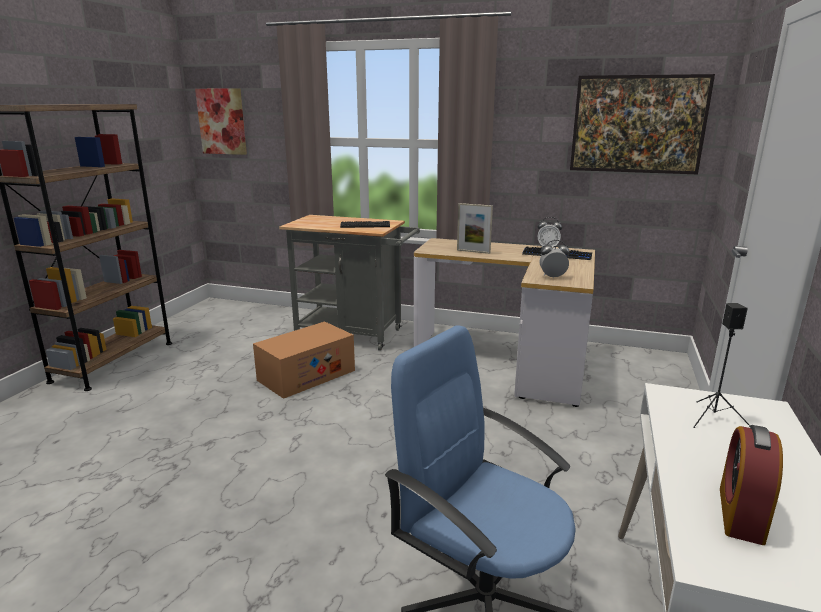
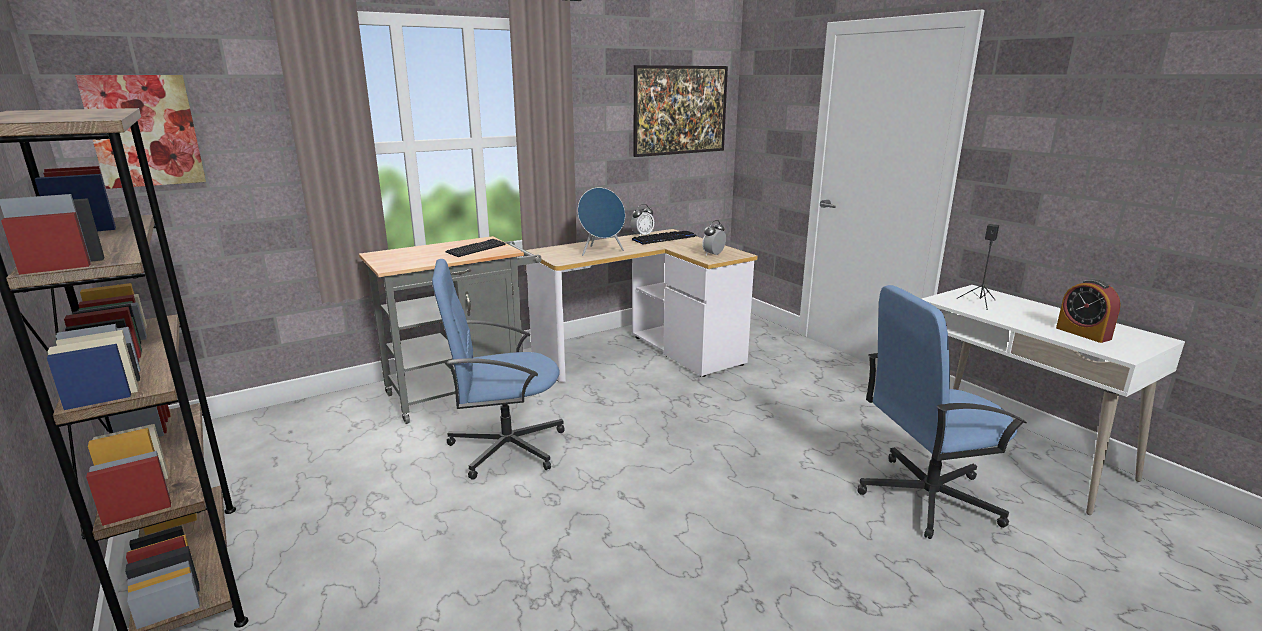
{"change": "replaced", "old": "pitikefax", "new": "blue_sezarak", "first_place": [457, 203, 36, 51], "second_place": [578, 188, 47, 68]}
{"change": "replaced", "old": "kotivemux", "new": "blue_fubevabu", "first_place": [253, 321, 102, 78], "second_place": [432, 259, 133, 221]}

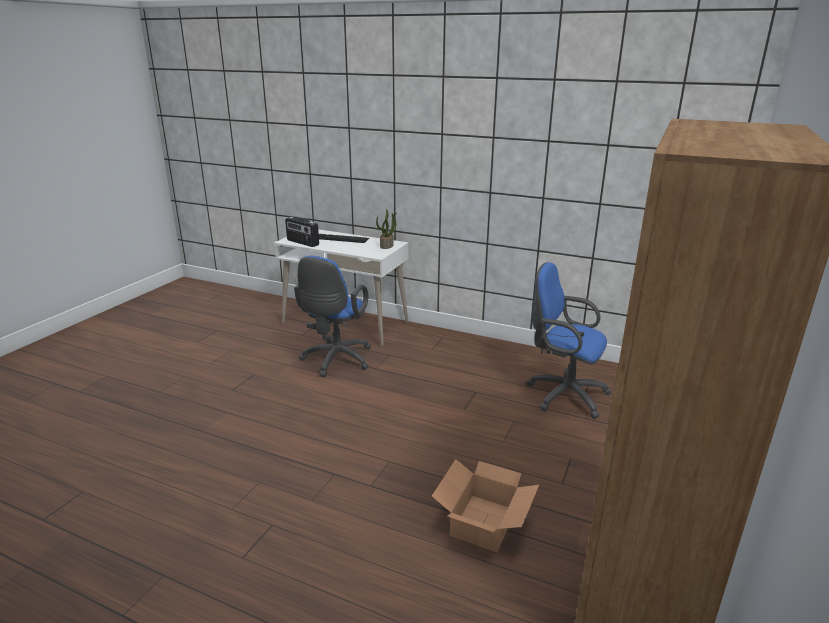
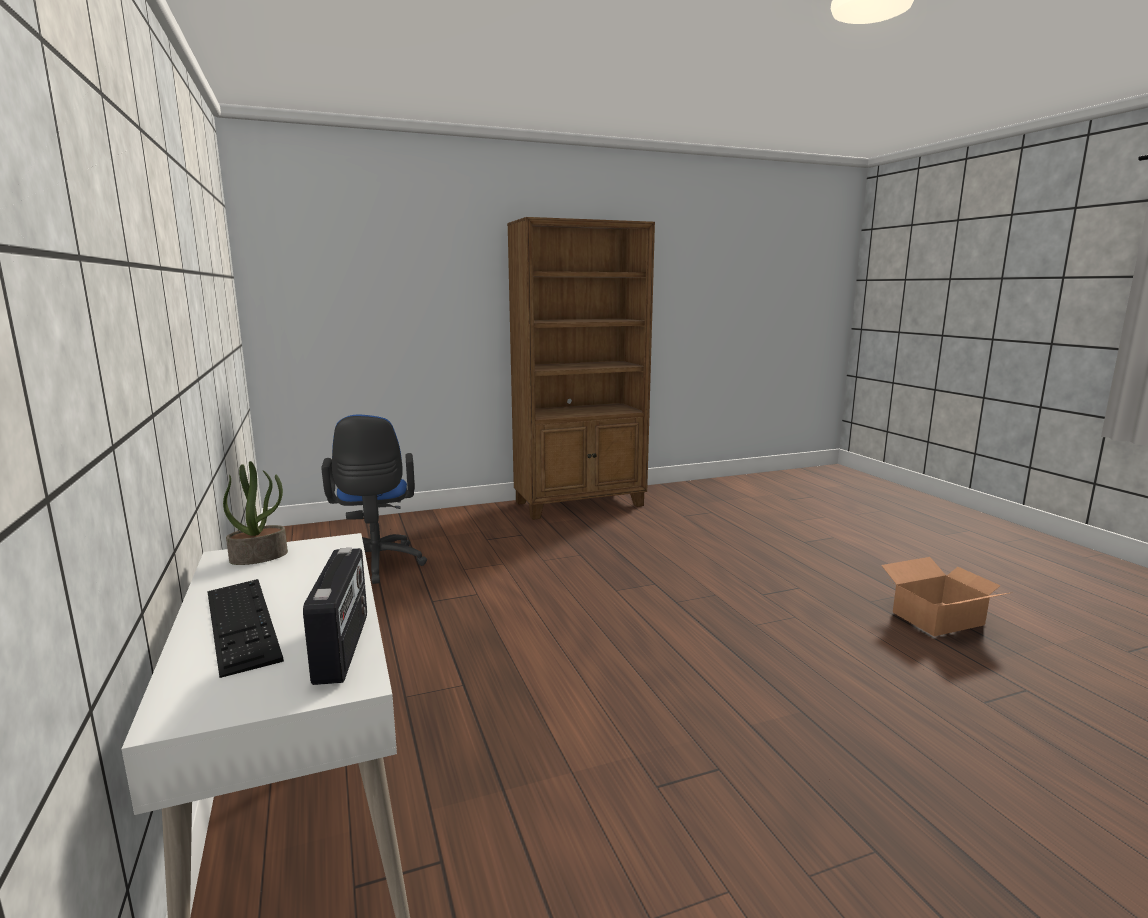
{"change": "removed", "old": "blue_fubevabu", "first_place": [294, 256, 77, 121]}
{"change": "moved", "old": "kotivemux", "first_place": [432, 459, 107, 93], "second_place": [881, 557, 128, 79]}

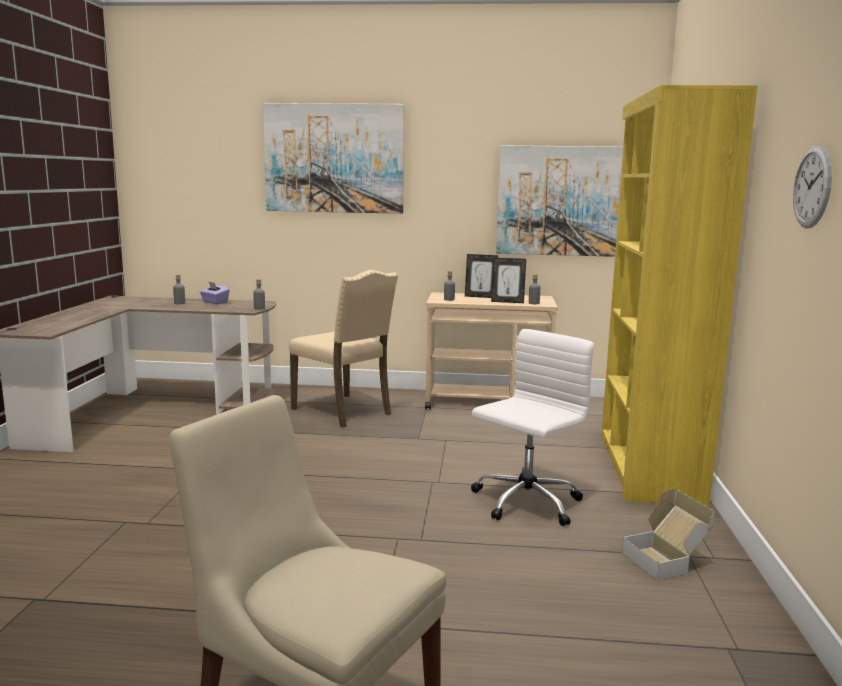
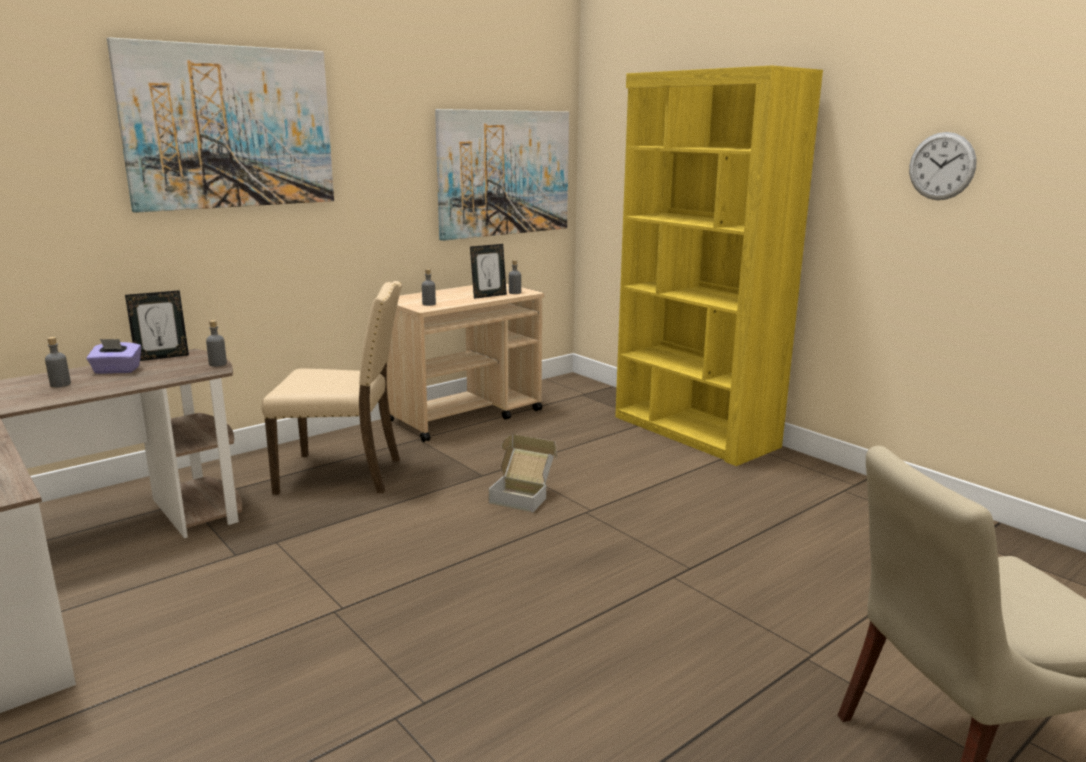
{"change": "moved", "old": "pitikefax", "first_place": [465, 254, 33, 44], "second_place": [125, 290, 64, 71]}
{"change": "removed", "old": "white_fubevabu", "first_place": [471, 329, 123, 197]}
{"change": "moved", "old": "kotivemux", "first_place": [622, 489, 93, 91], "second_place": [489, 434, 68, 78]}

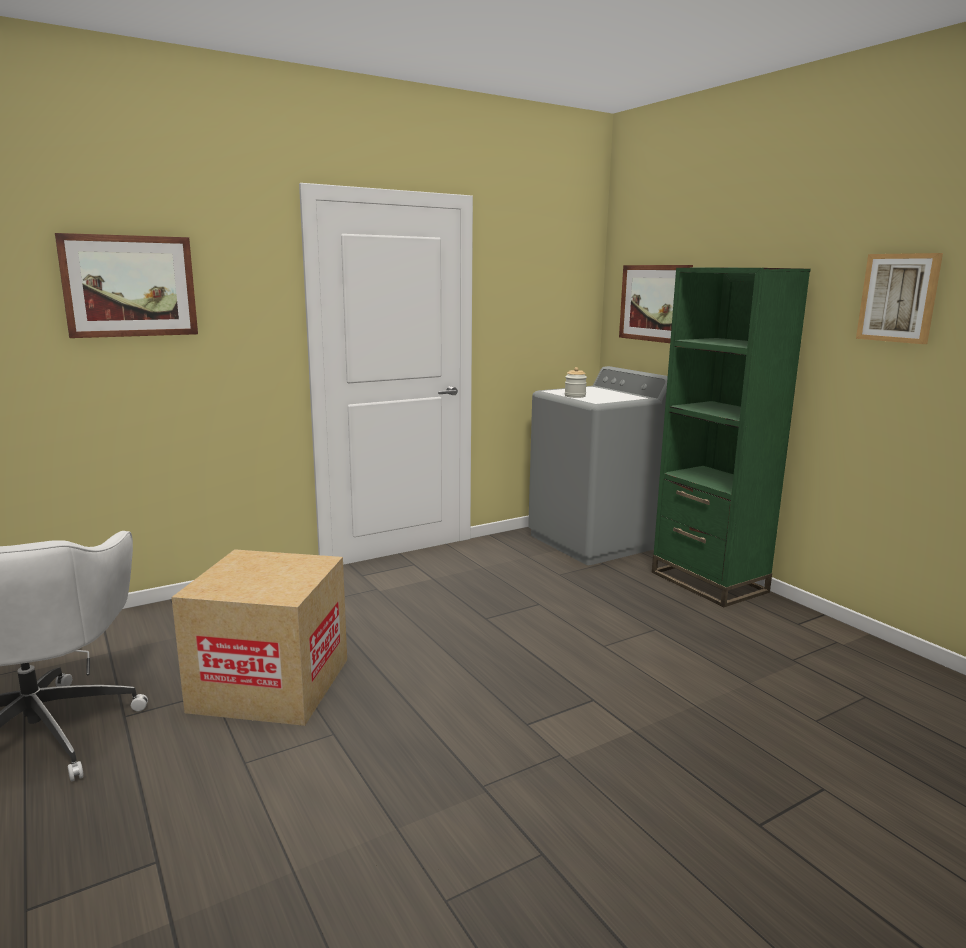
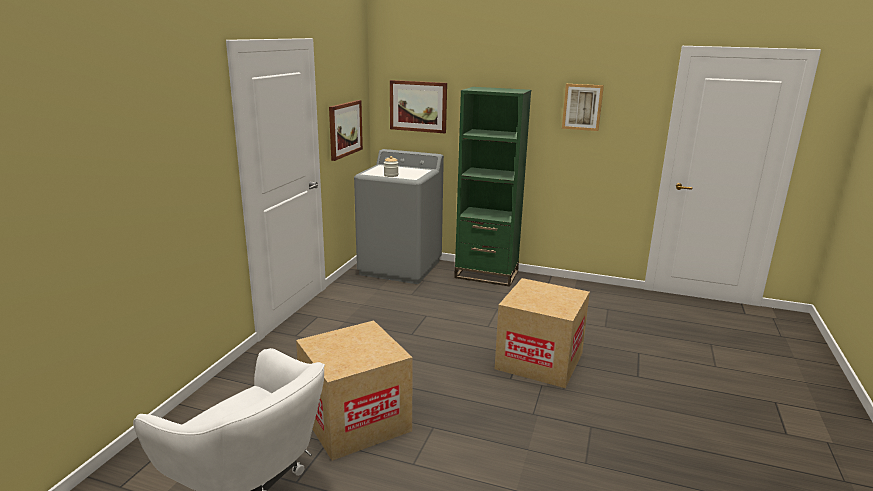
{"change": "moved", "old": "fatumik", "first_place": [55, 233, 143, 105], "second_place": [329, 100, 34, 61]}
{"change": "added", "new": "kotivemux", "second_place": [495, 278, 95, 110]}

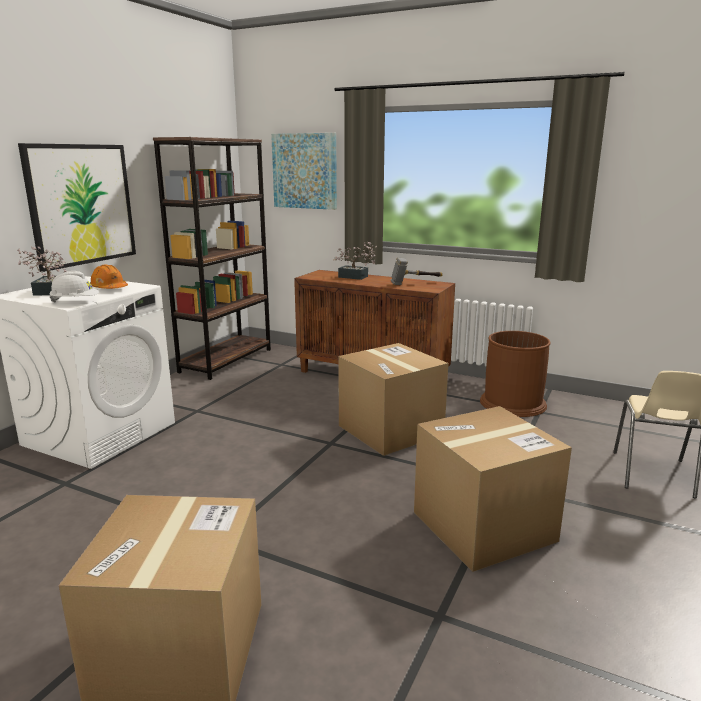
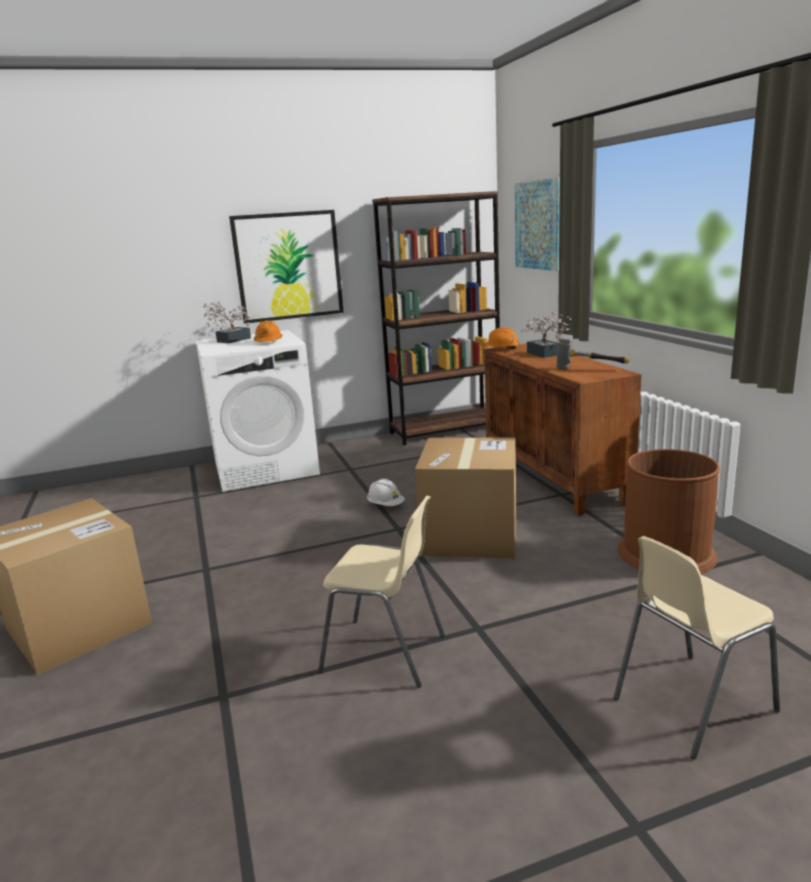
{"change": "moved", "old": "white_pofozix", "first_place": [49, 271, 50, 32], "second_place": [367, 479, 38, 27]}
{"change": "replaced", "old": "kotivemux", "new": "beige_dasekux", "first_place": [414, 406, 158, 166], "second_place": [318, 495, 127, 193]}
{"change": "added", "new": "orange_pofozix", "second_place": [482, 327, 38, 22]}

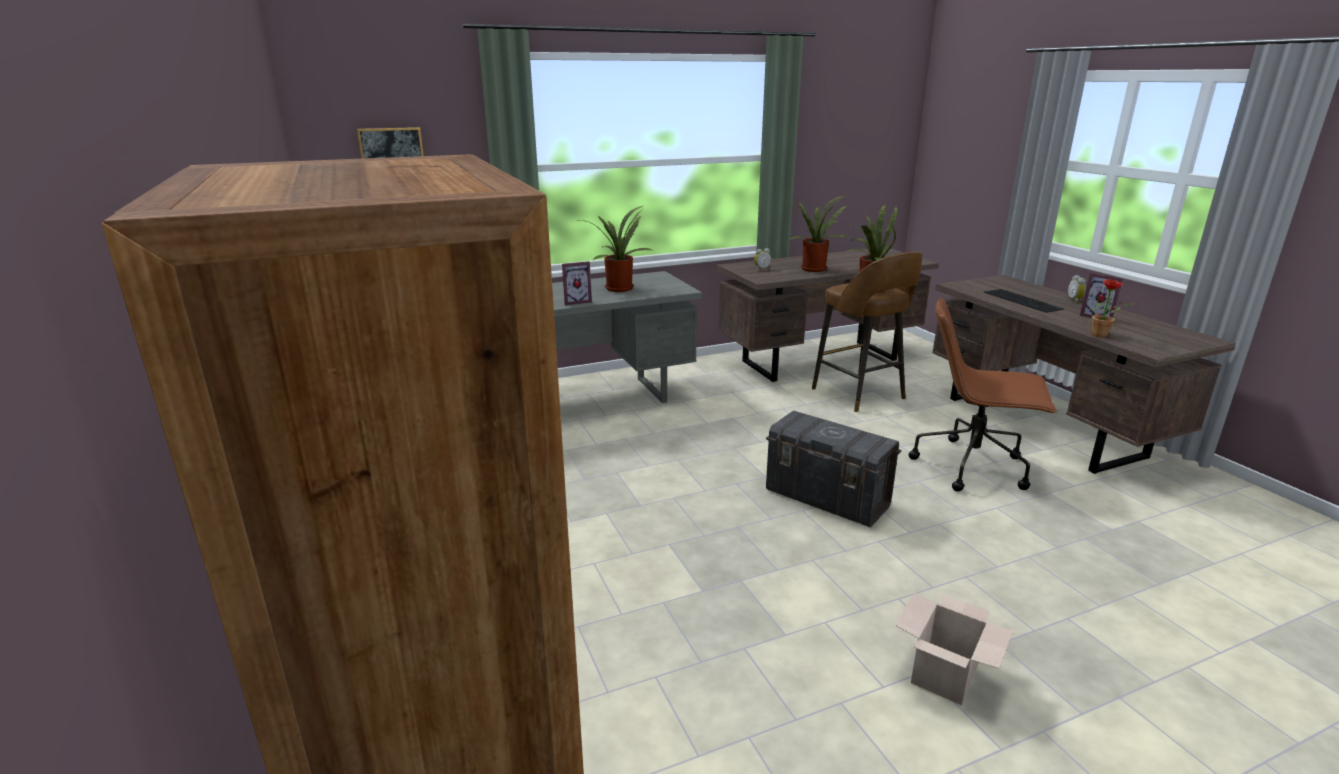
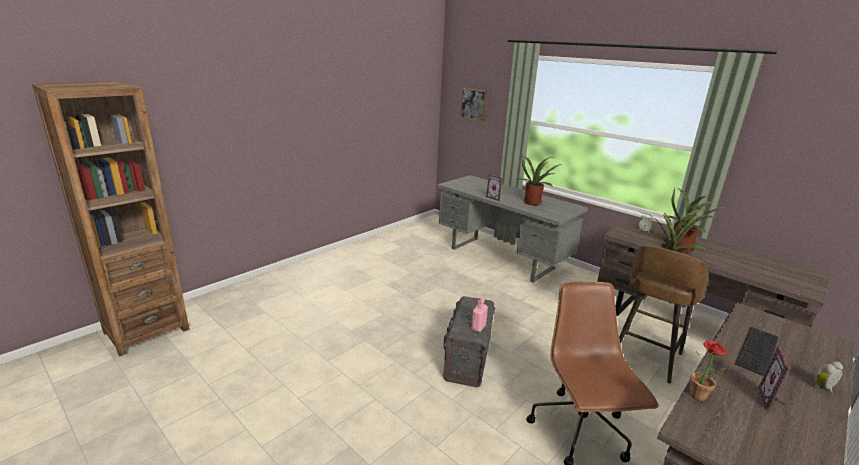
{"change": "removed", "old": "kotivemux", "first_place": [895, 592, 118, 113]}
{"change": "added", "new": "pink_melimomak", "second_place": [471, 297, 17, 35]}

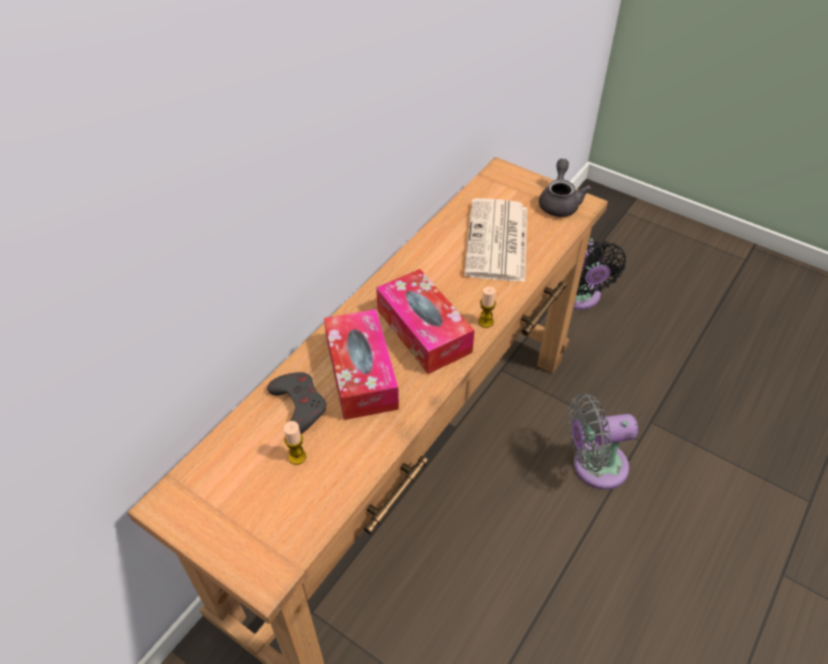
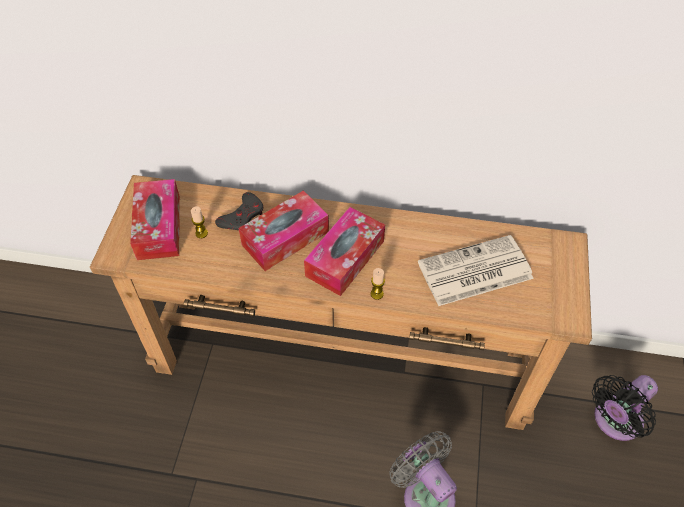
{"change": "removed", "old": "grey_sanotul", "first_place": [539, 159, 52, 58]}
{"change": "added", "new": "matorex", "second_place": [130, 179, 50, 81]}

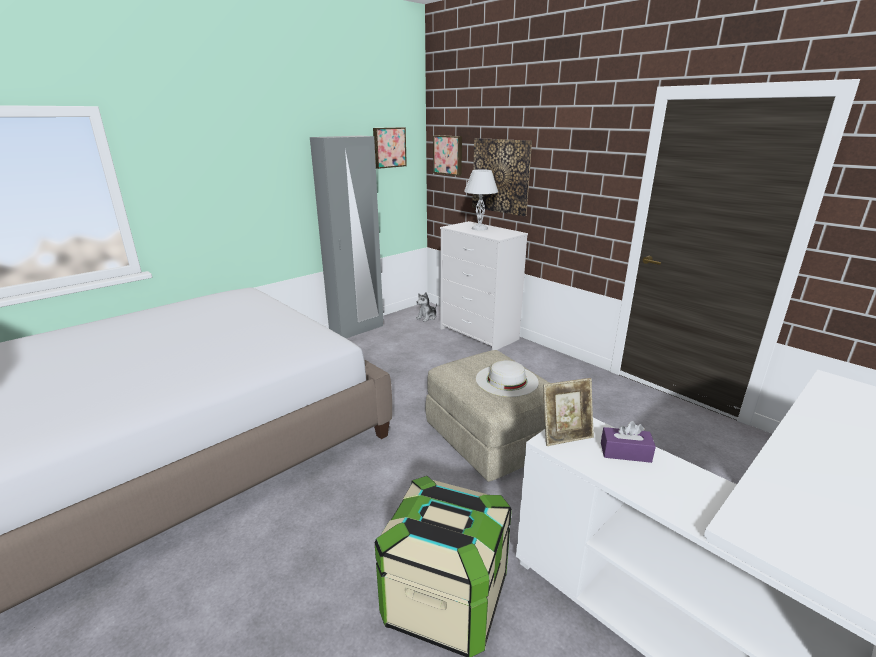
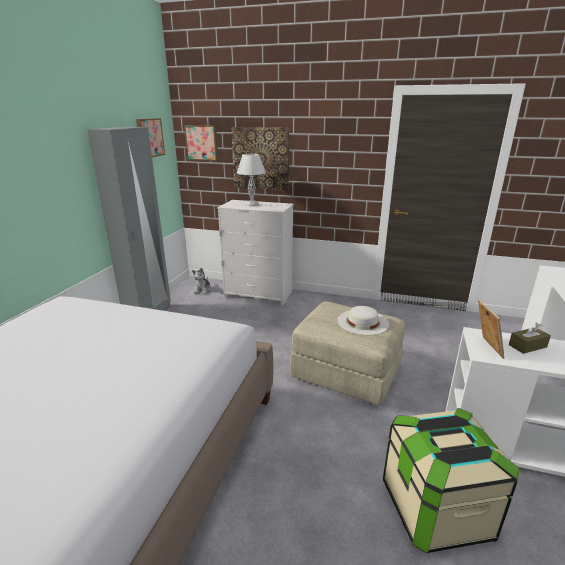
{"change": "turned", "old": "pitikefax", "first_place": [543, 378, 51, 68], "second_place": [478, 300, 27, 59], "degrees": -45}
{"change": "recoloured", "old": "purple_matorex", "new": "brown_matorex", "first_place": [601, 421, 55, 42], "second_place": [509, 322, 42, 32]}

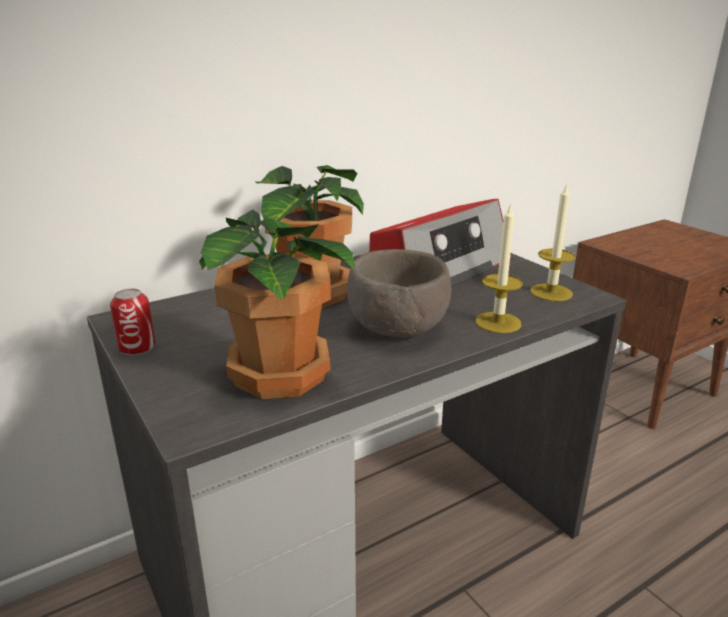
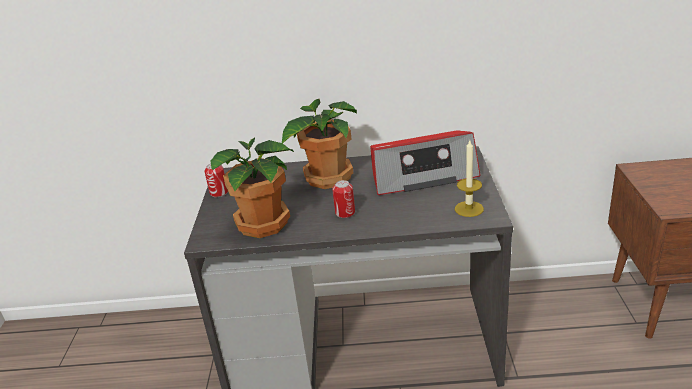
{"change": "removed", "old": "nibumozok", "first_place": [476, 203, 47, 130]}
{"change": "replaced", "old": "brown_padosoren", "new": "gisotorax", "first_place": [347, 249, 104, 89], "second_place": [332, 180, 23, 38]}

